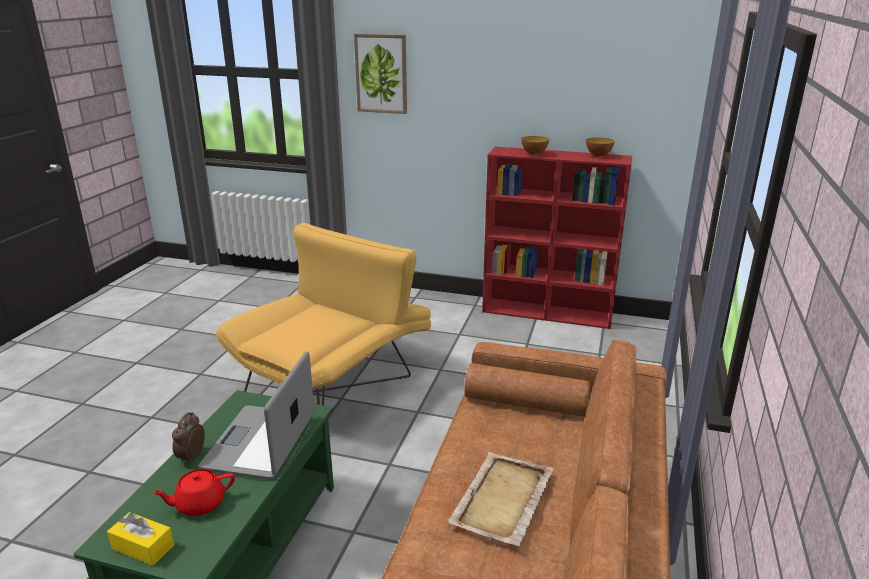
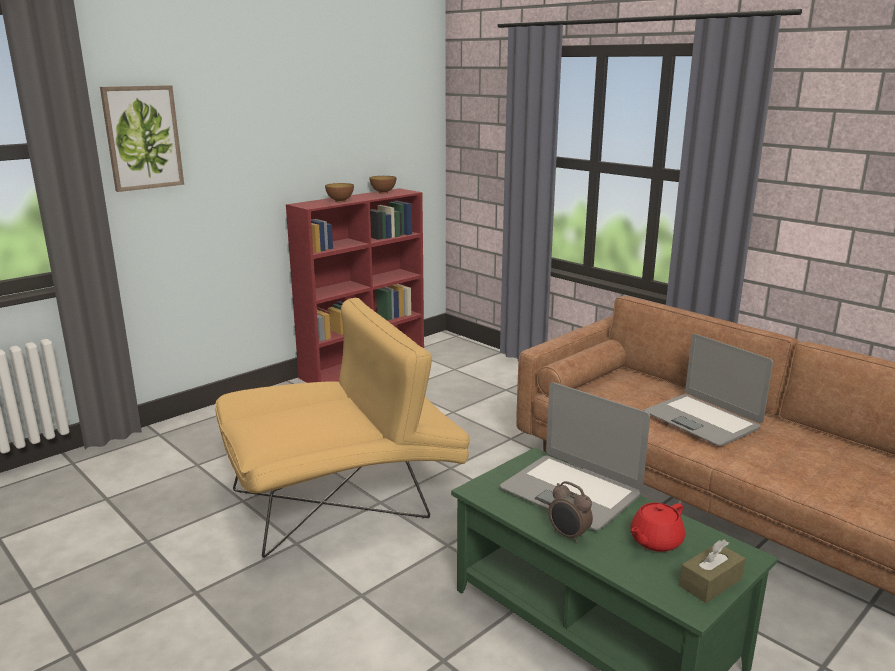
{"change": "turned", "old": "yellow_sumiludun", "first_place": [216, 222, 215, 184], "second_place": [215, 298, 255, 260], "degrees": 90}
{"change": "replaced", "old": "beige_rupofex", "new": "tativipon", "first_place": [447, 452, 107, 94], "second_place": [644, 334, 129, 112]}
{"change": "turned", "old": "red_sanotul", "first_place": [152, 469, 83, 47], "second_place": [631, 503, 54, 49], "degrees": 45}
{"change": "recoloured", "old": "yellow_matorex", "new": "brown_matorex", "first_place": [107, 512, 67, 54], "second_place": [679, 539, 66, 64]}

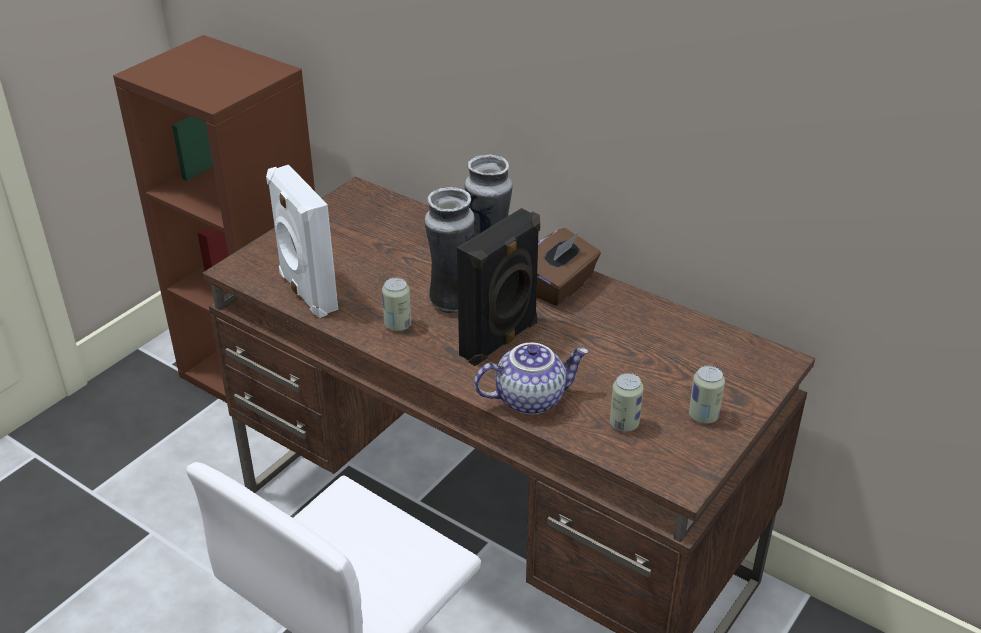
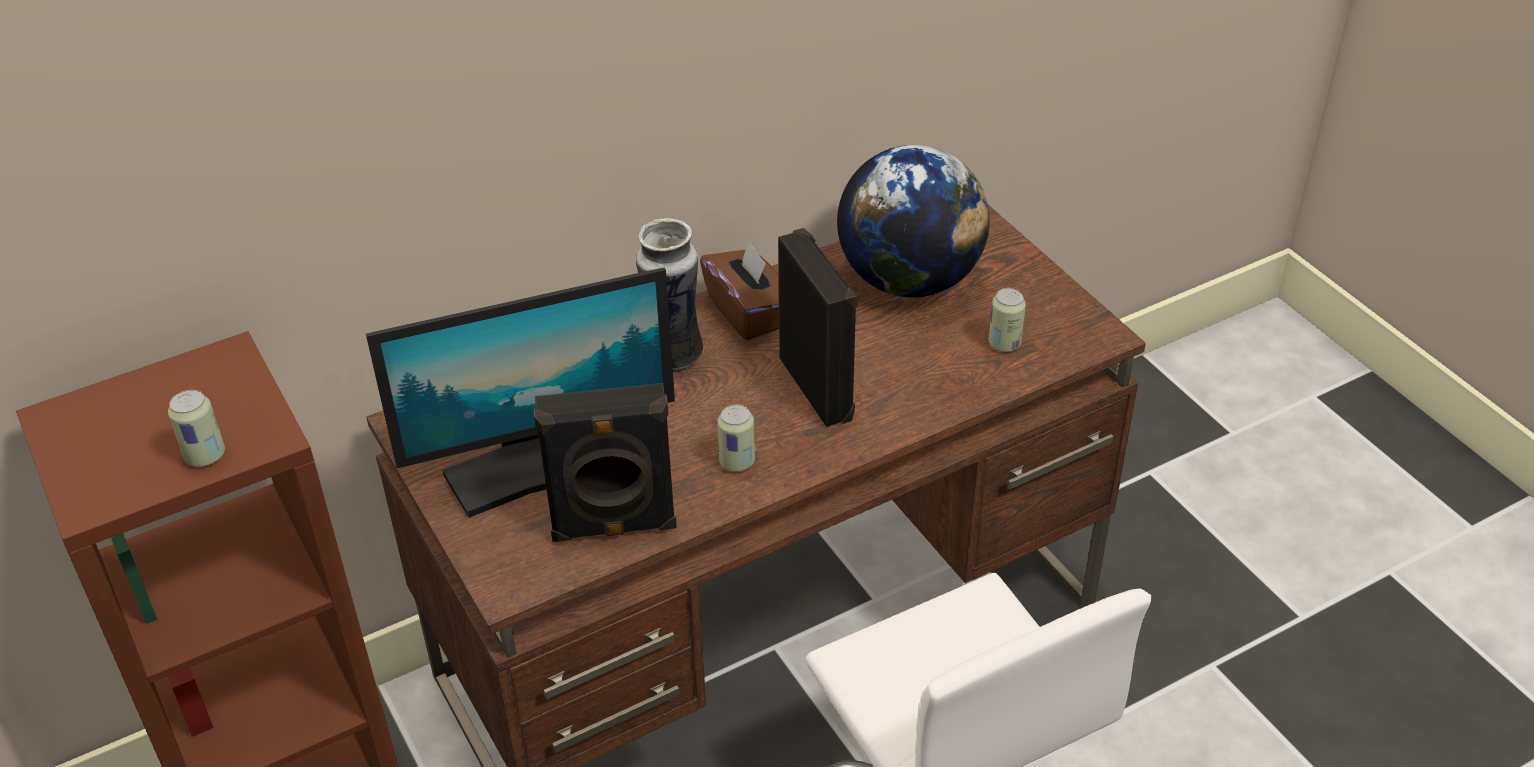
{"change": "recoloured", "old": "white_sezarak", "new": "black_sezarak", "first_place": [266, 165, 72, 153], "second_place": [534, 383, 143, 159]}
{"change": "removed", "old": "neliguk", "first_place": [425, 187, 50, 127]}
{"change": "removed", "old": "sanotul", "first_place": [474, 343, 115, 72]}
{"change": "moved", "old": "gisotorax", "first_place": [689, 366, 36, 58], "second_place": [168, 390, 57, 77]}
{"change": "added", "new": "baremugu", "second_place": [837, 145, 153, 153]}
{"change": "added", "new": "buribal", "second_place": [366, 268, 309, 250]}

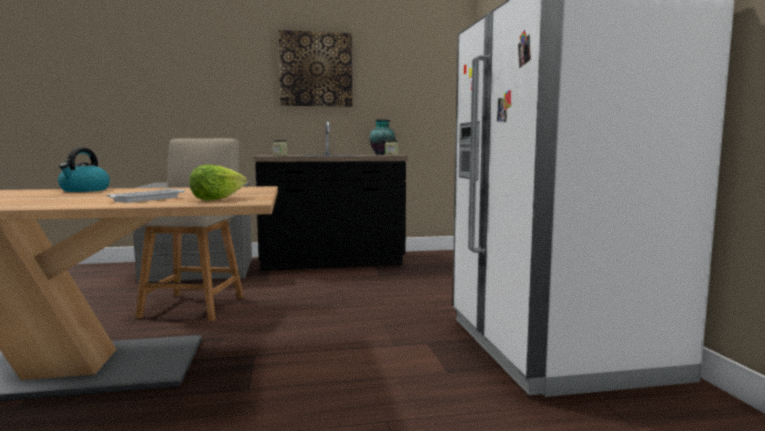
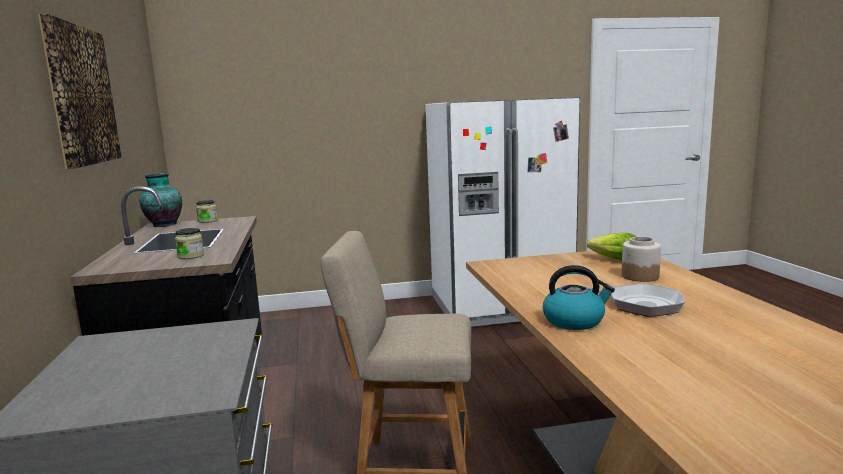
{"change": "replaced", "old": "white_rupofex", "new": "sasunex", "first_place": [106, 189, 79, 14], "second_place": [622, 237, 39, 45]}
{"change": "added", "new": "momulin", "second_place": [561, 283, 124, 34]}

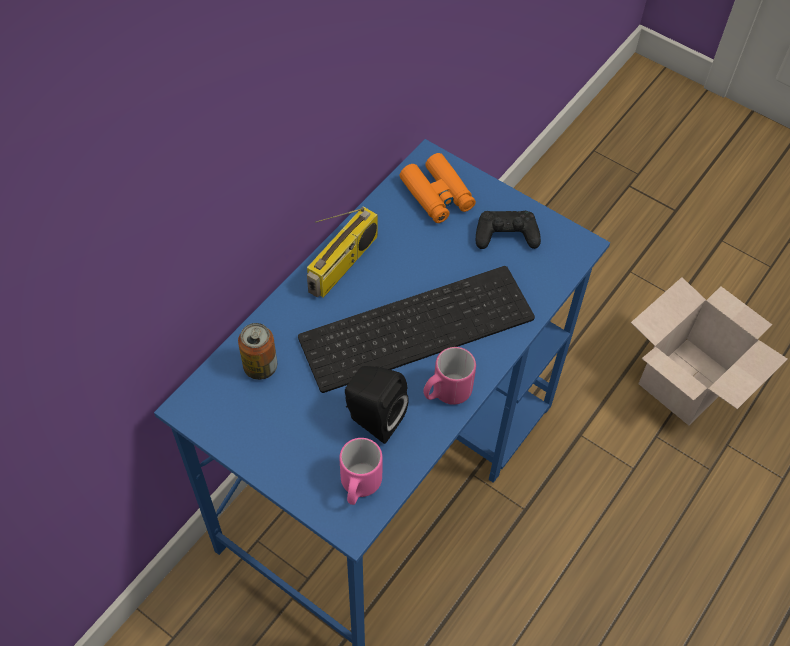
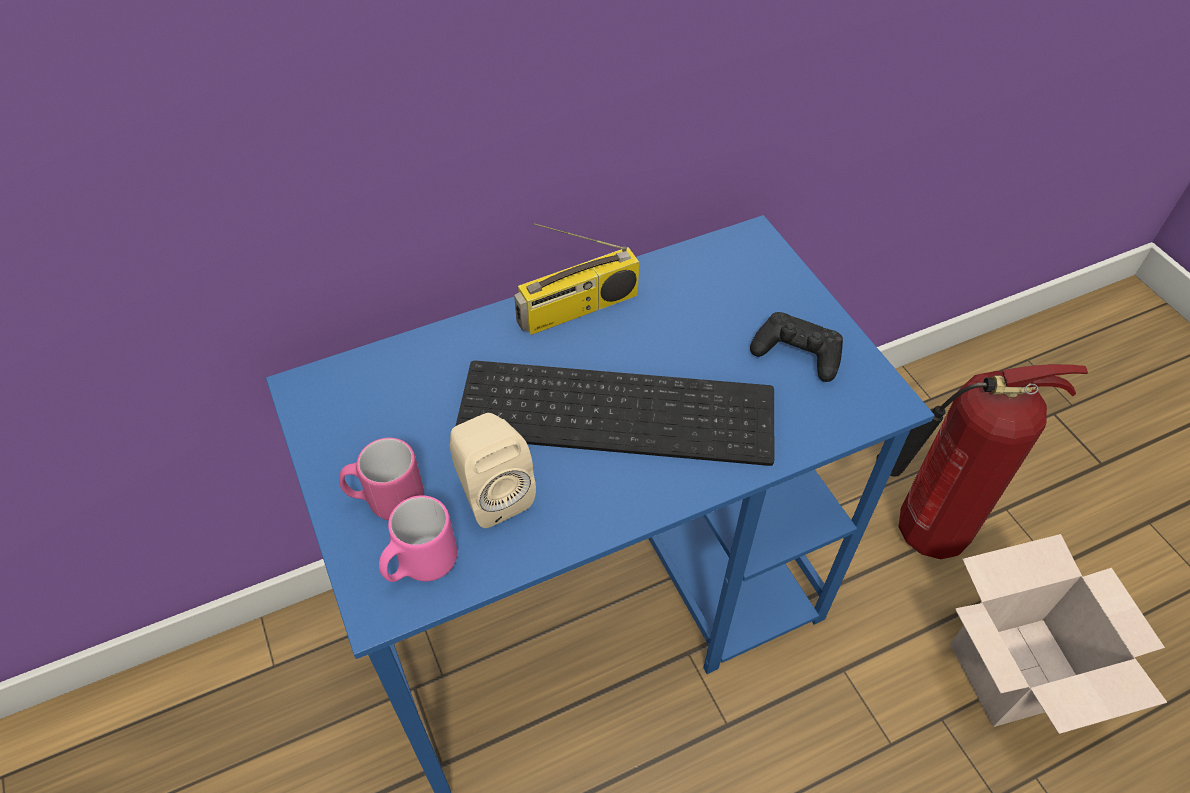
{"change": "removed", "old": "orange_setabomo", "first_place": [400, 153, 76, 70]}
{"change": "removed", "old": "gisotorax", "first_place": [238, 323, 39, 57]}
{"change": "moved", "old": "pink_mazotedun", "first_place": [423, 347, 53, 58], "second_place": [339, 438, 85, 83]}
{"change": "recoloured", "old": "black_sezarak", "new": "beige_sezarak", "first_place": [345, 366, 63, 78], "second_place": [449, 413, 87, 115]}
{"change": "added", "new": "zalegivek", "second_place": [876, 364, 212, 195]}

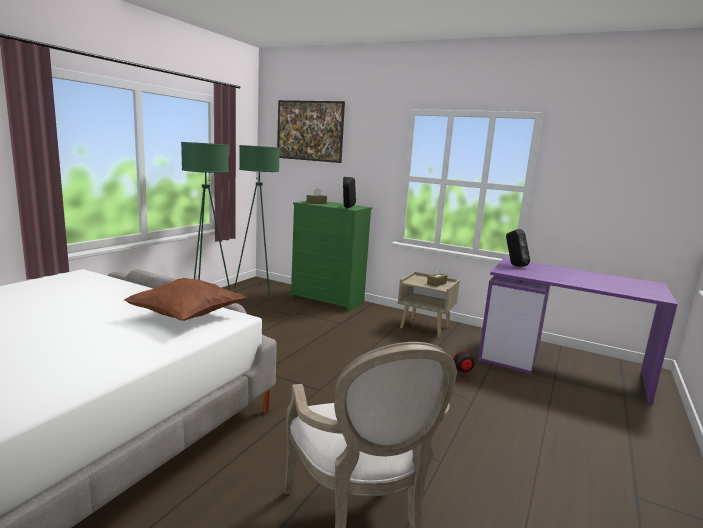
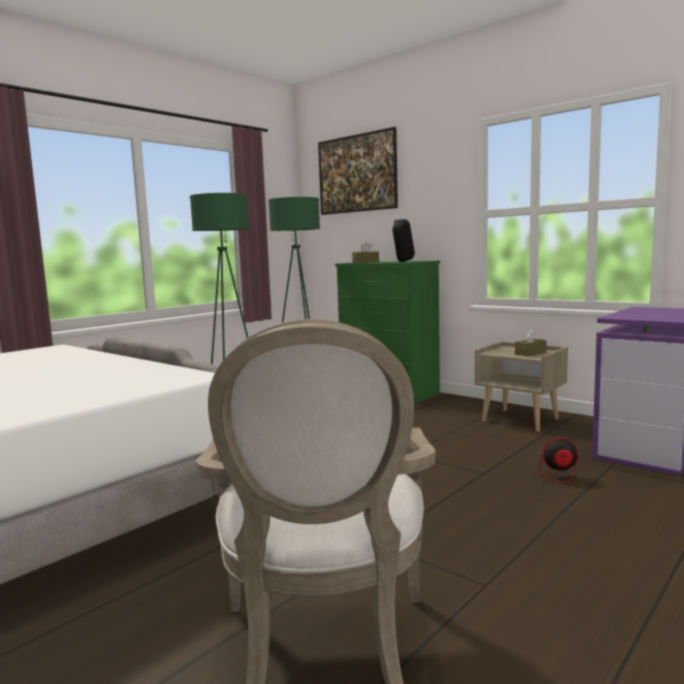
{"change": "removed", "old": "black_sezarak", "first_place": [506, 229, 24, 38]}
{"change": "removed", "old": "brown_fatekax", "first_place": [124, 278, 122, 43]}

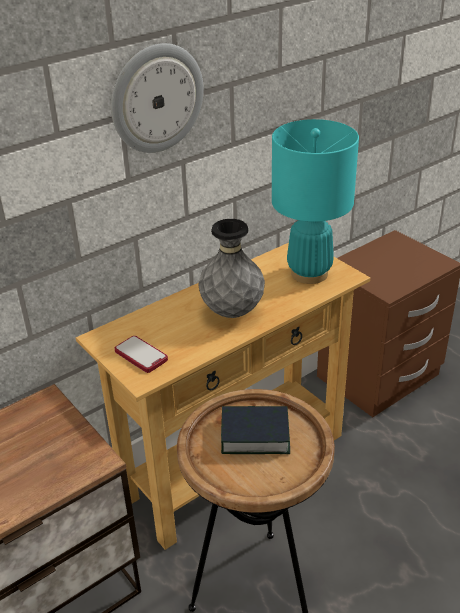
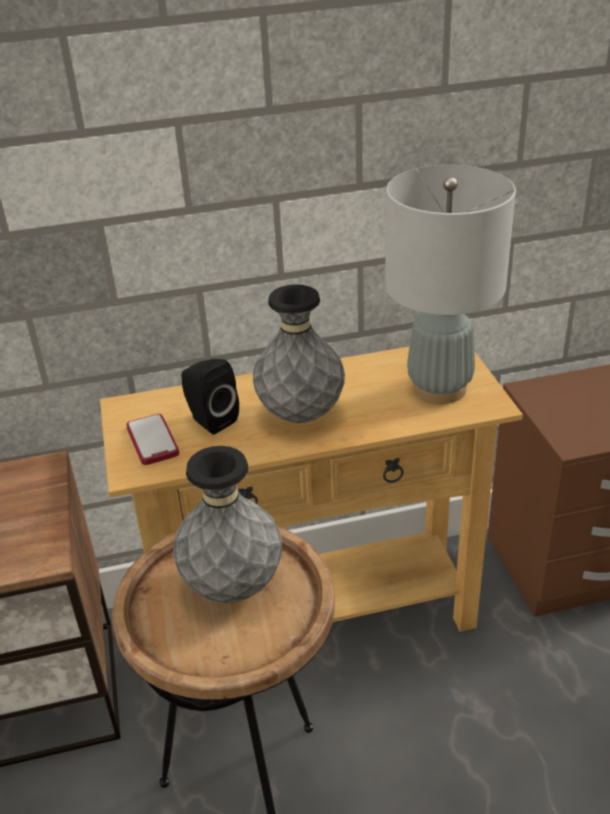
{"change": "removed", "old": "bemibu", "first_place": [111, 43, 93, 110]}
{"change": "recoloured", "old": "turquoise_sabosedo", "new": "grey_sabosedo", "first_place": [272, 119, 87, 165], "second_place": [385, 165, 131, 239]}
{"change": "replaced", "old": "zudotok", "new": "grey_neliguk", "first_place": [221, 406, 69, 48], "second_place": [173, 446, 109, 157]}
{"change": "added", "new": "black_sezarak", "second_place": [181, 359, 58, 75]}

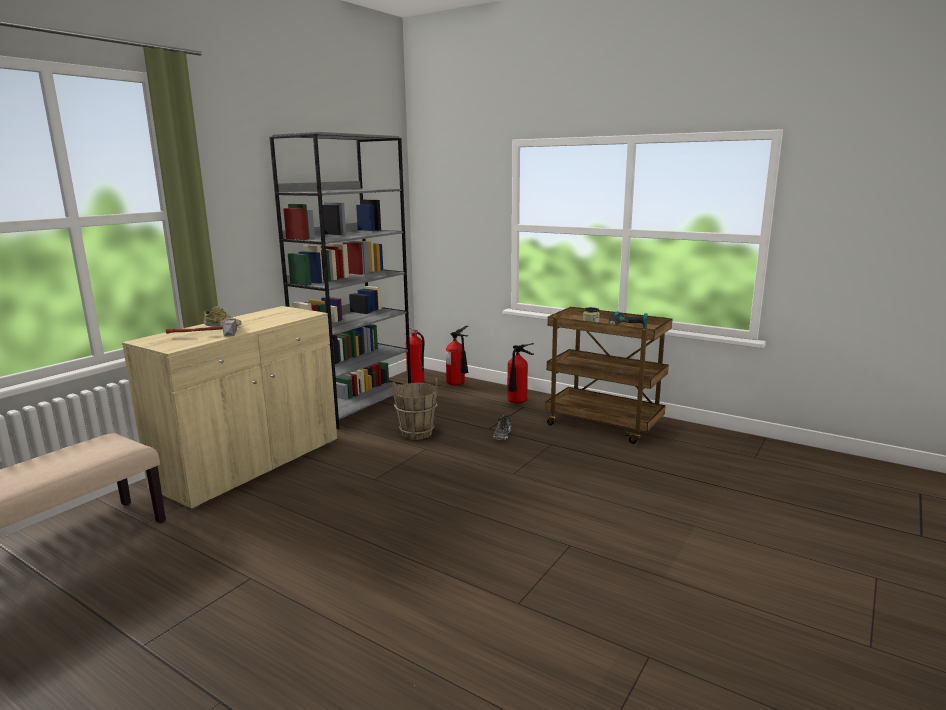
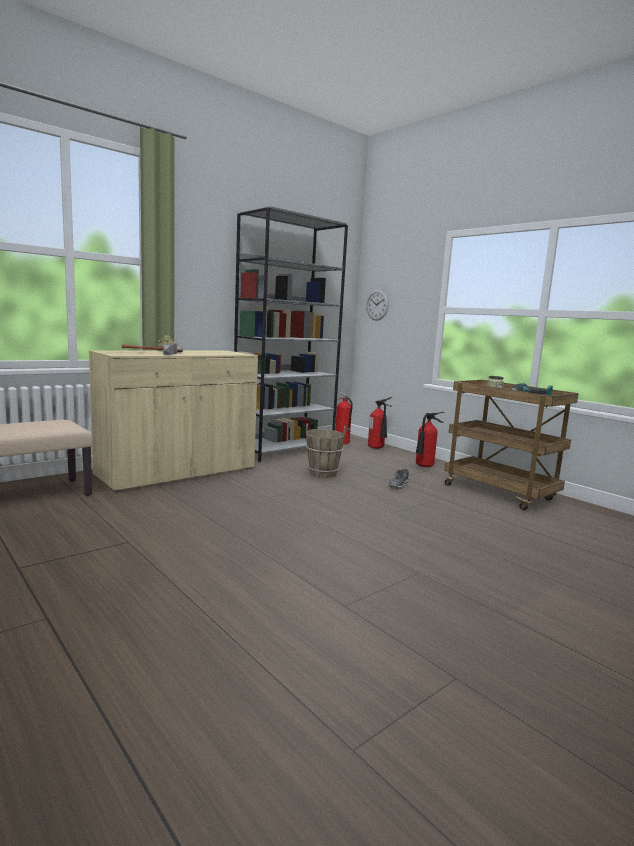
{"change": "added", "new": "bemibu", "second_place": [366, 290, 23, 31]}

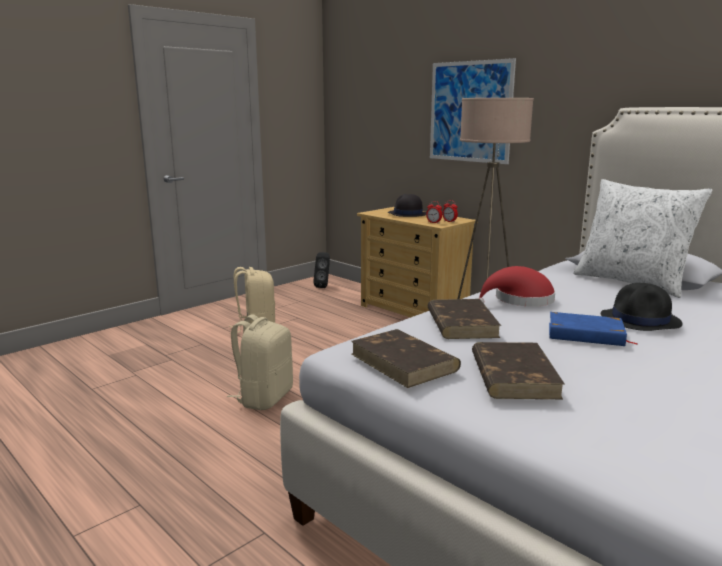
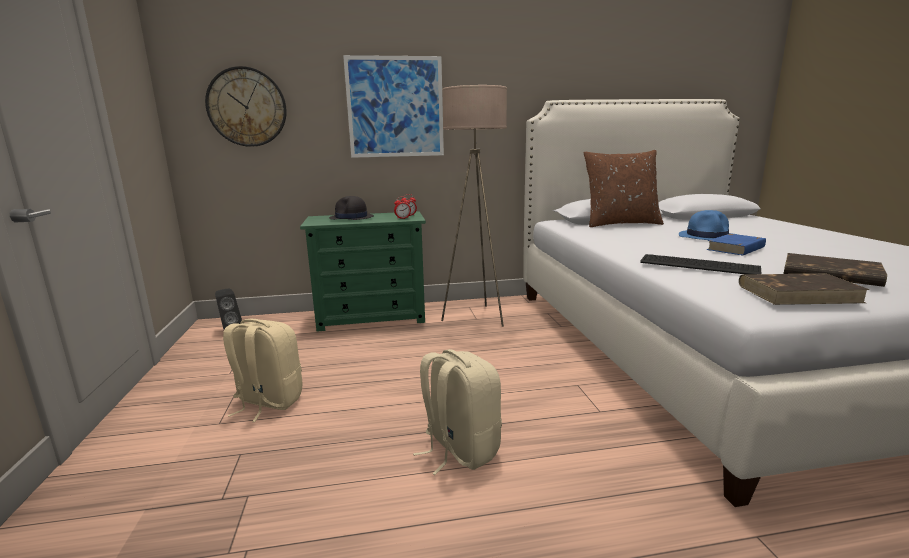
{"change": "recoloured", "old": "white_fatekax", "new": "brown_fatekax", "first_place": [573, 179, 139, 119], "second_place": [584, 150, 80, 77]}
{"change": "recoloured", "old": "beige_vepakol", "new": "green_vepakol", "first_place": [357, 207, 121, 111], "second_place": [300, 212, 126, 120]}
{"change": "removed", "old": "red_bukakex", "first_place": [476, 266, 80, 41]}
{"change": "recoloured", "old": "black_bukakex", "new": "blue_bukakex", "first_place": [601, 283, 82, 48], "second_place": [679, 210, 53, 30]}
{"change": "replaced", "old": "brown_zudotok", "new": "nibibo", "first_place": [428, 299, 73, 40], "second_place": [640, 254, 121, 21]}
{"change": "added", "new": "bemibu", "second_place": [205, 66, 82, 81]}

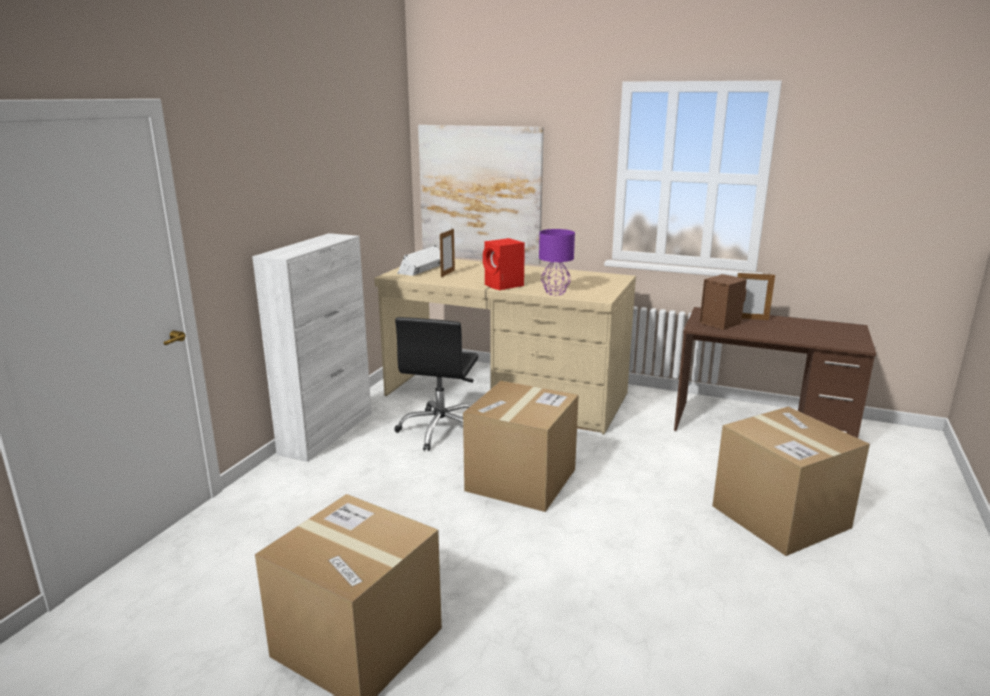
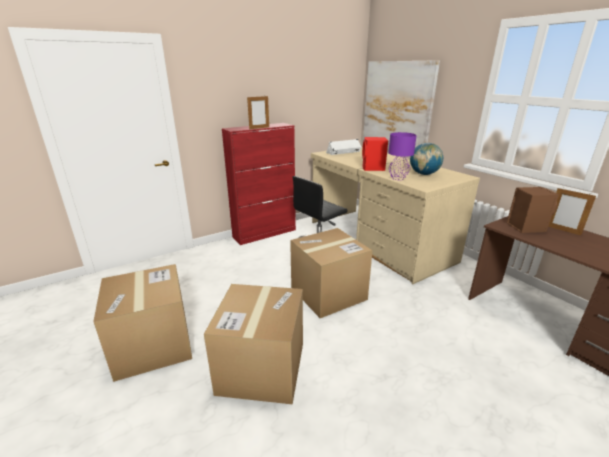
{"change": "moved", "old": "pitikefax", "first_place": [440, 228, 15, 50], "second_place": [247, 95, 22, 34]}
{"change": "recoloured", "old": "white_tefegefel", "new": "red_tefegefel", "first_place": [252, 233, 120, 229], "second_place": [222, 123, 74, 122]}
{"change": "moved", "old": "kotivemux", "first_place": [712, 407, 158, 149], "second_place": [204, 284, 99, 121]}
{"change": "added", "new": "baremugu", "second_place": [410, 143, 33, 32]}

